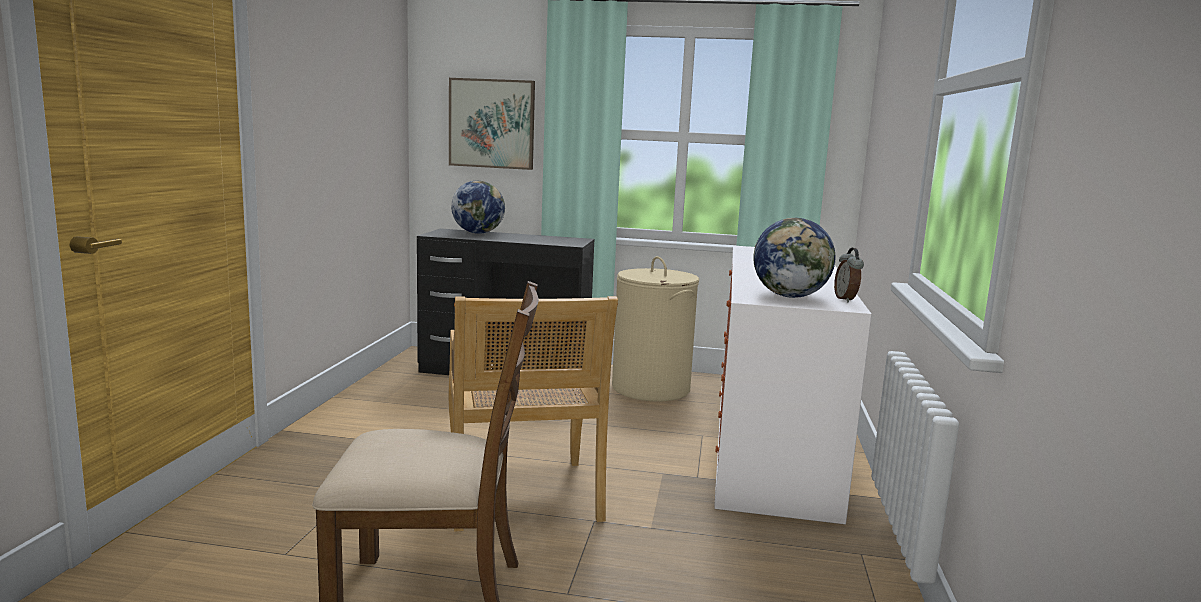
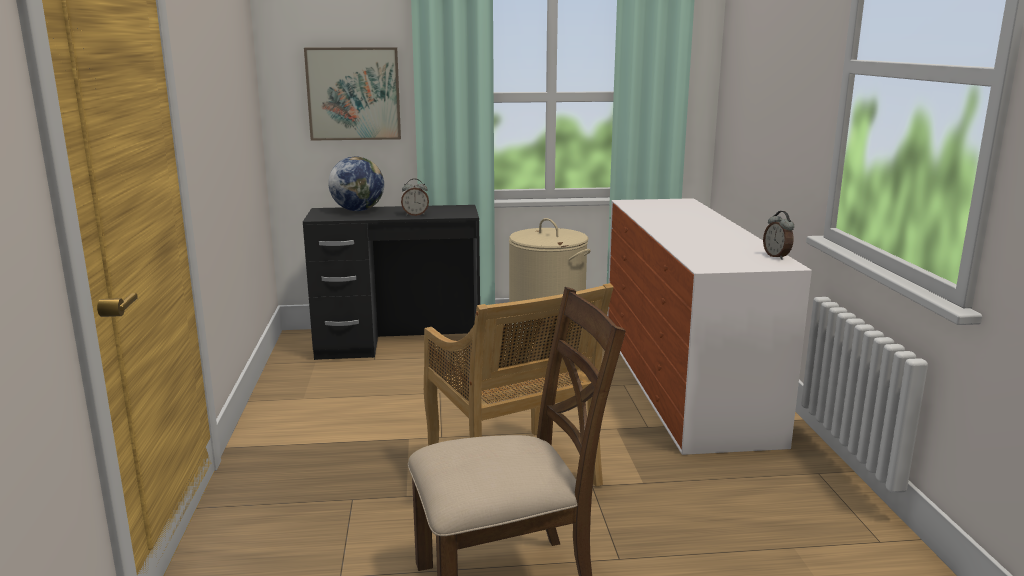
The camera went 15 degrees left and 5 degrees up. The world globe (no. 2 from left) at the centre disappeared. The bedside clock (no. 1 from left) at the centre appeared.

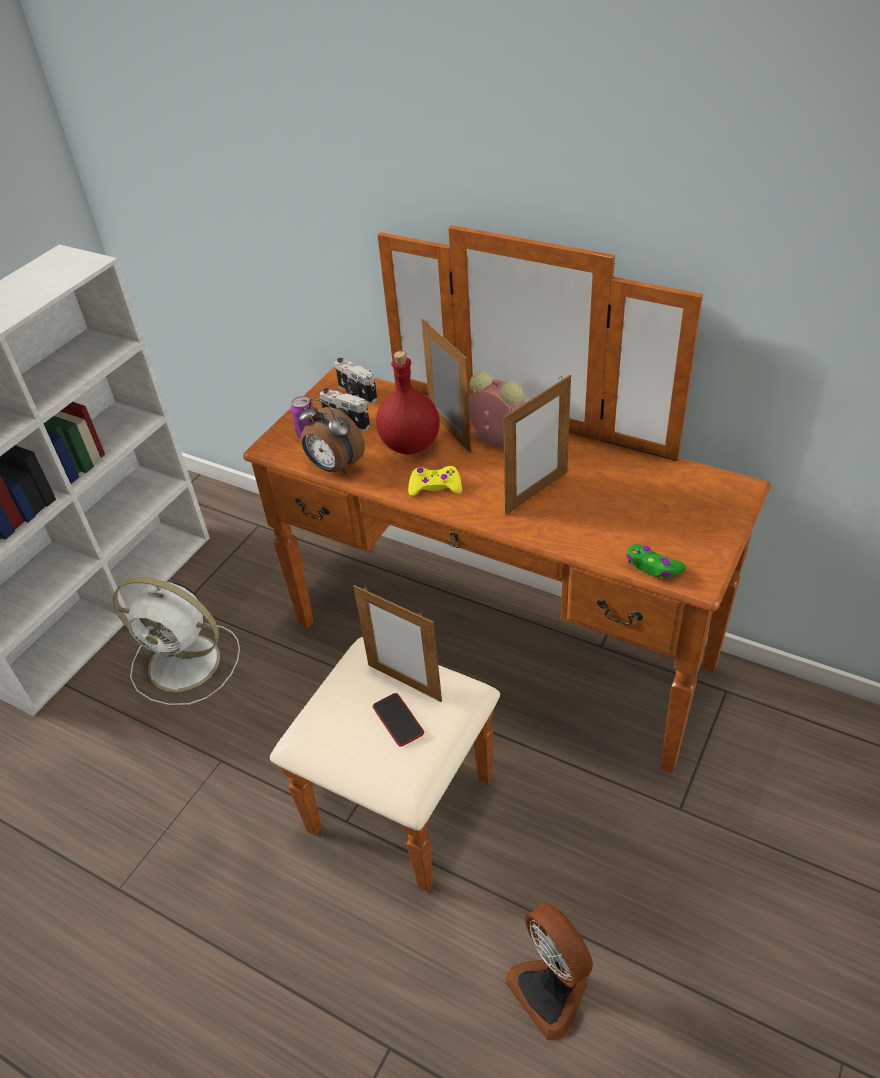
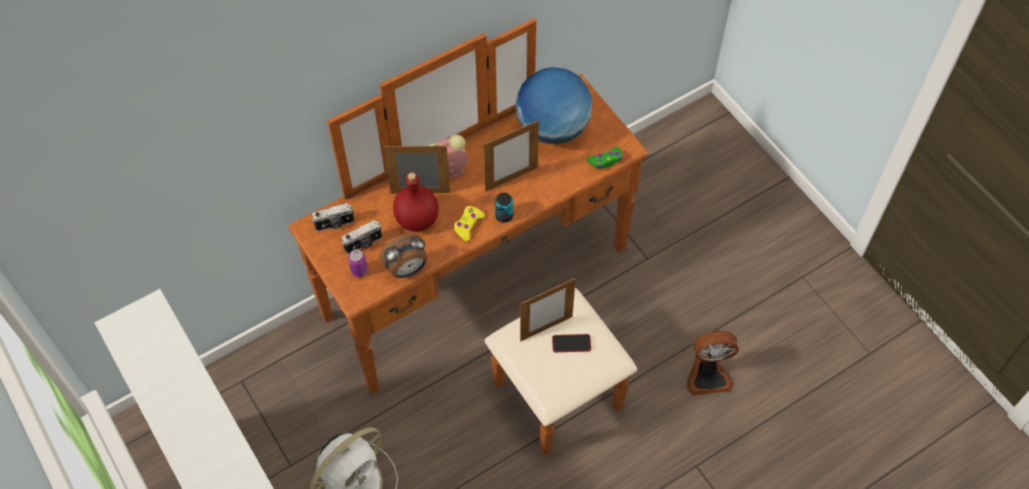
The camera went 65 degrees left and 15 degrees up. The can (no. 2 from left) at the centre appeared. The world globe at the top centre appeared. The photo frame (no. 3 from left in the first image) at the centre turned 75 degrees clockwise.

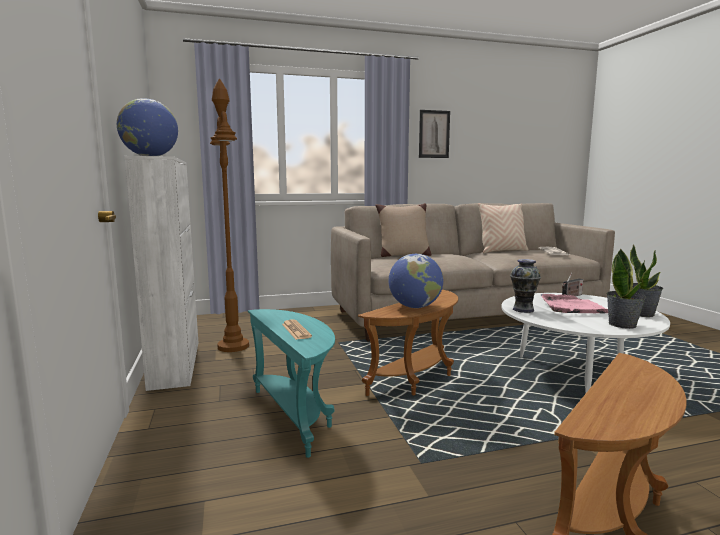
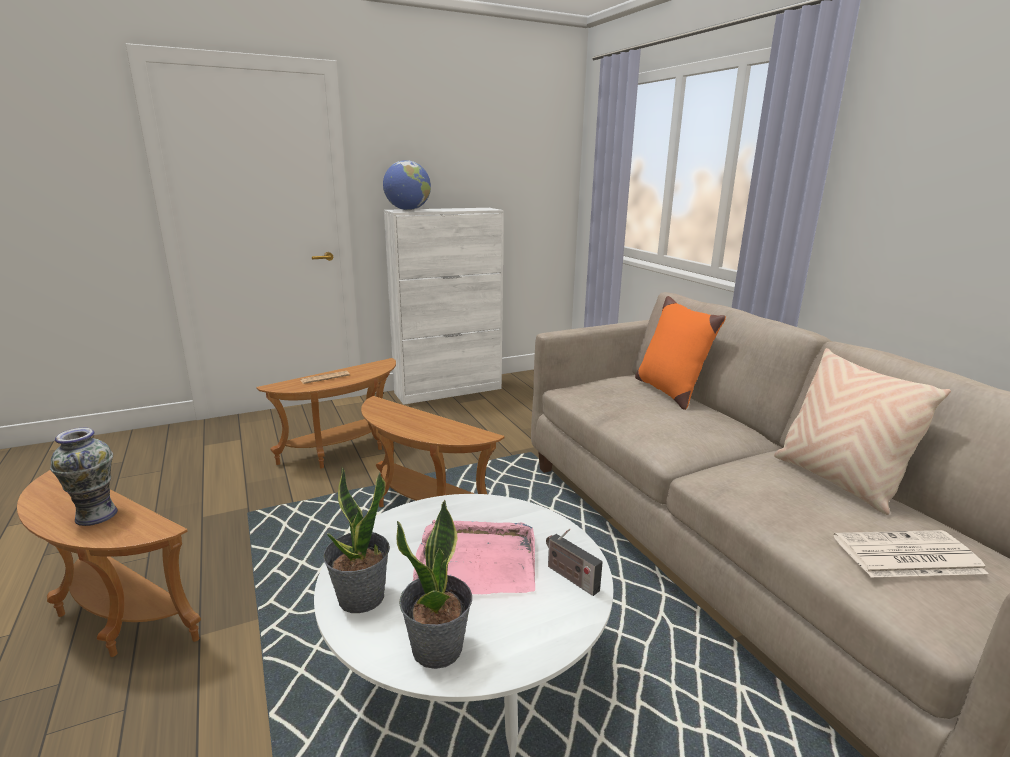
The camera went 80 degrees right and 10 degrees up. The brownish floor lamp at the middle left disappeared. The world globe (no. 2 from left) at the centre disappeared. The wall picture at the top centre disappeared. The vase moved from the middle right to the middle left. The turquoise-coloured side table at the bottom centre became the brownish side table (no. 2 from left) at the middle left. The beige cushion (no. 1 from left) at the centre became the orange-coloured cushion at the middle right.

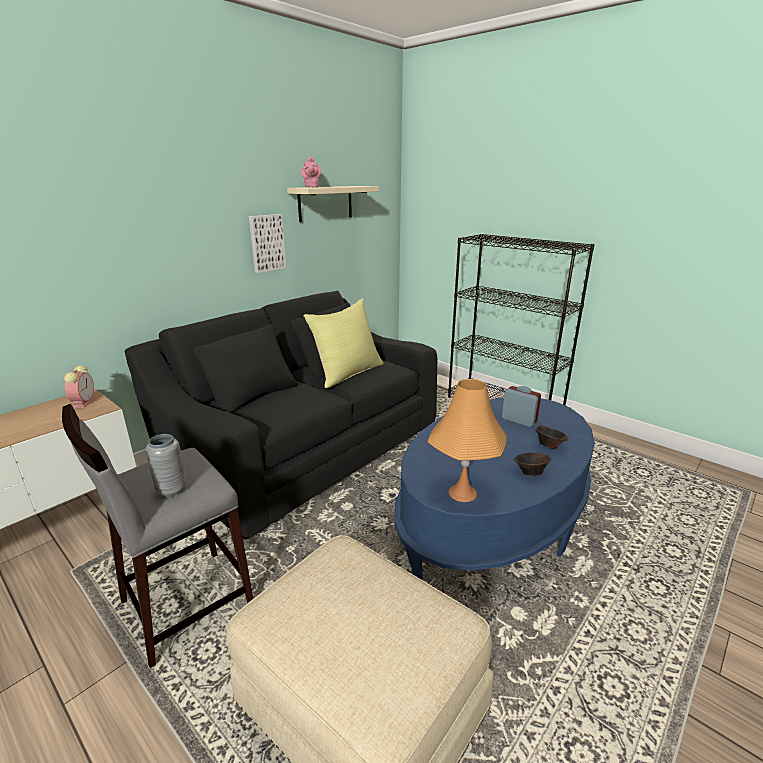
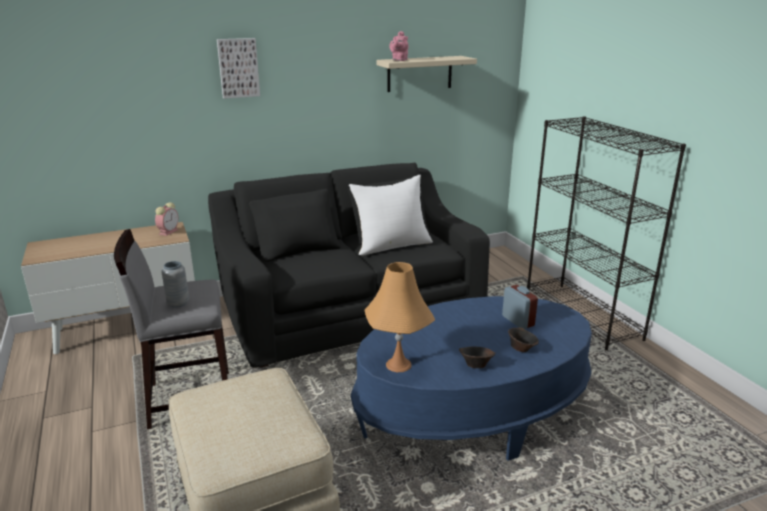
The camera went 25 degrees right and 0 degrees up. The wall picture moved from the top centre to the top left. The yellow-coloured cushion at the centre became the white cushion at the centre.

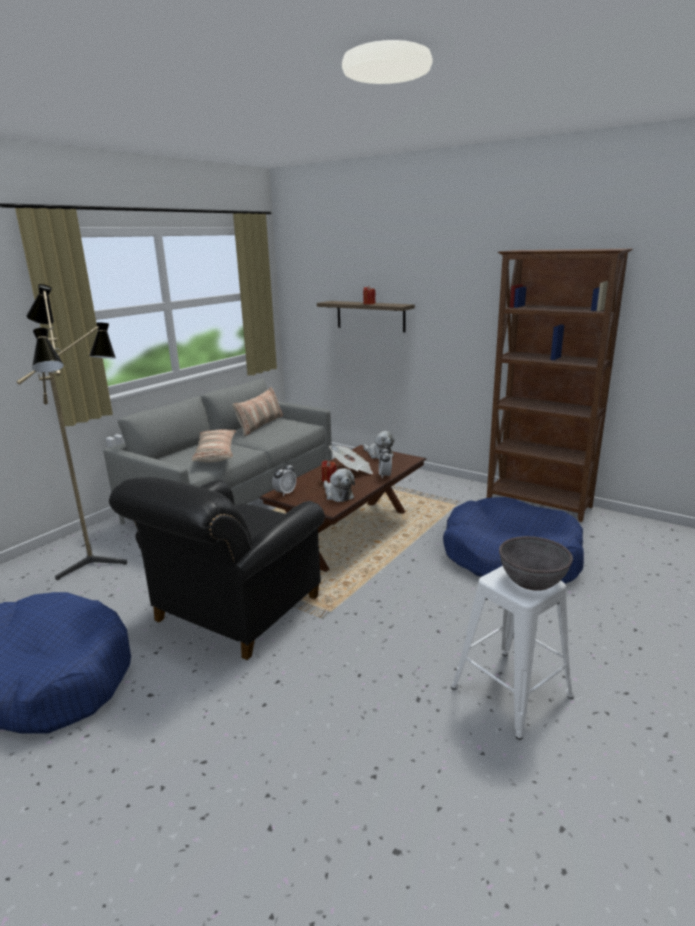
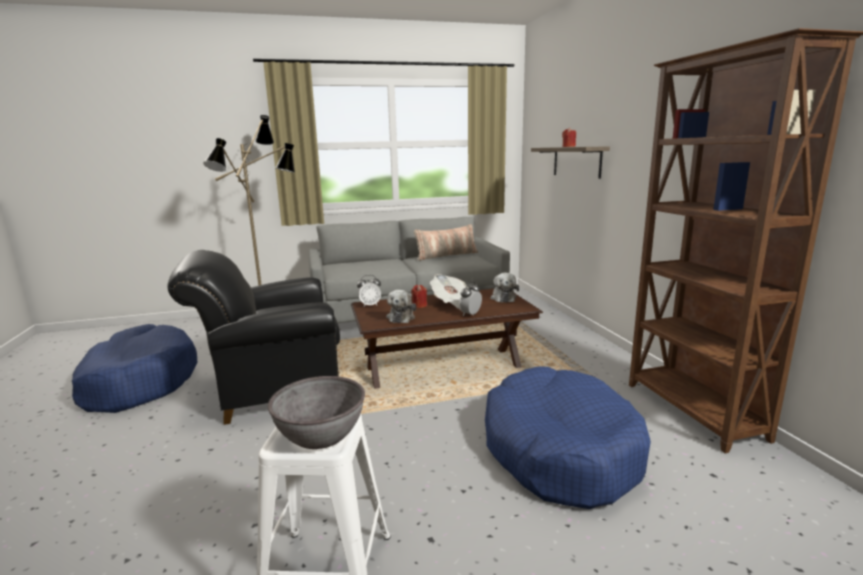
The camera went 40 degrees right and 5 degrees down. The cushion (no. 1 from left) at the middle left disappeared.

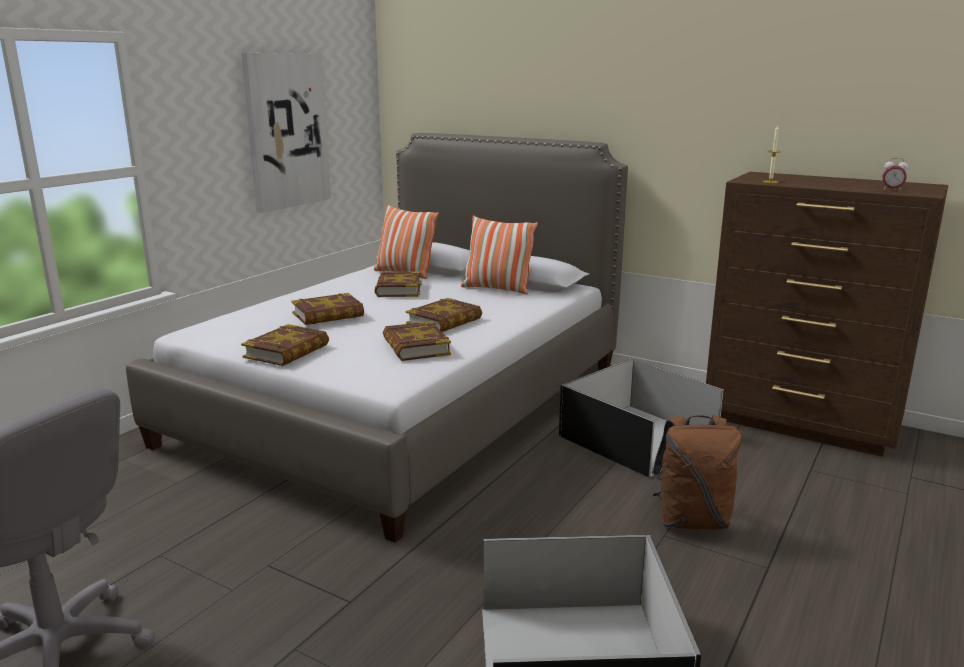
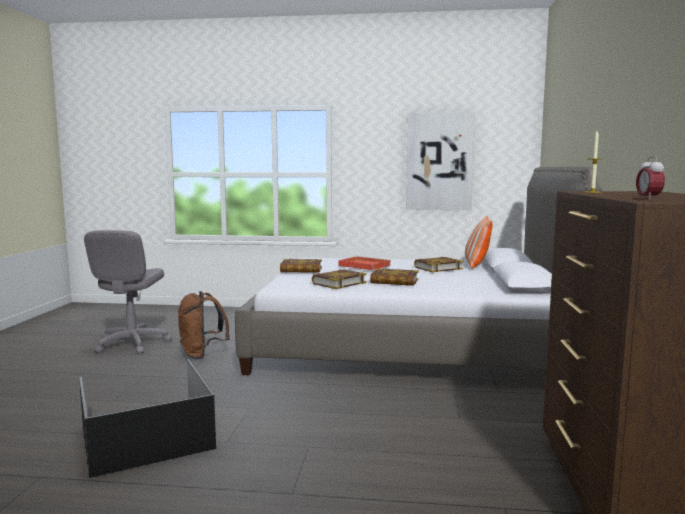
The camera went 65 degrees right and 10 degrees down. The cushion (no. 2 from left) at the centre disappeared. The blackish storage box (no. 2 from left) at the centre disappeared. The brownish knapsack moved from the bottom right to the middle left. The bound book (no. 2 from left) at the centre was replaced by the reddish tray at the centre.

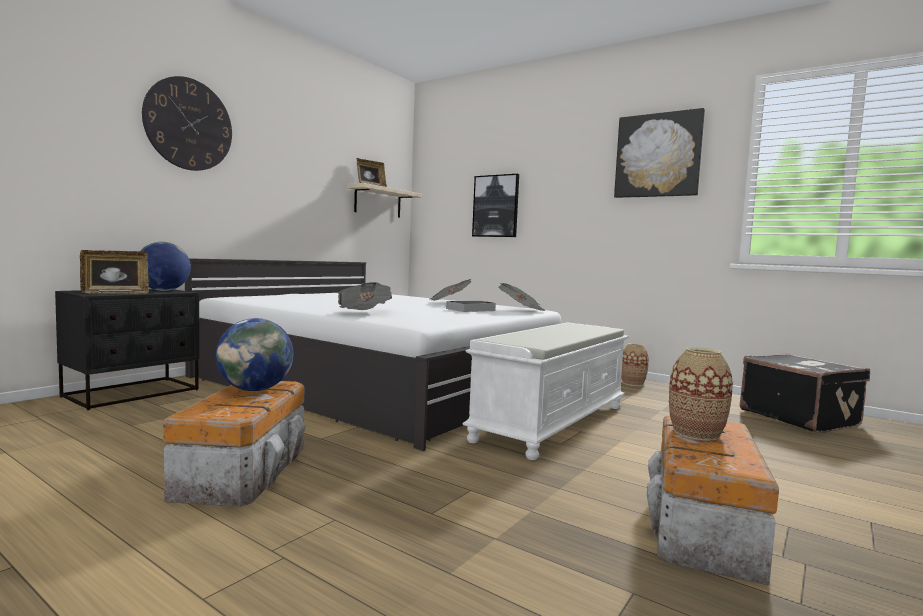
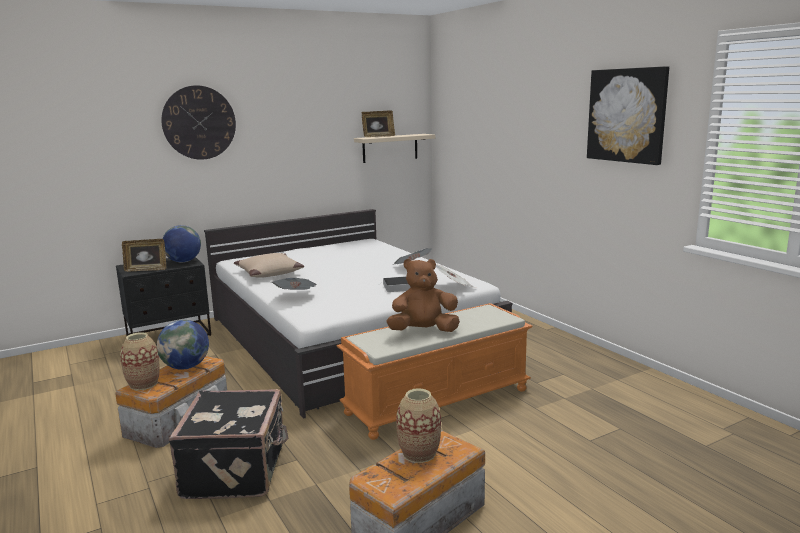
The camera went 25 degrees right and 10 degrees up. The wall picture (no. 1 from left) at the top centre disappeared. The beige cushion at the centre appeared. The brownish soft toy at the centre appeared. The vase (no. 1 from left) moved from the middle right to the bottom left. The blackish travel case moved from the middle right to the bottom left. The white long seat at the centre became the orange-coloured long seat at the bottom centre.

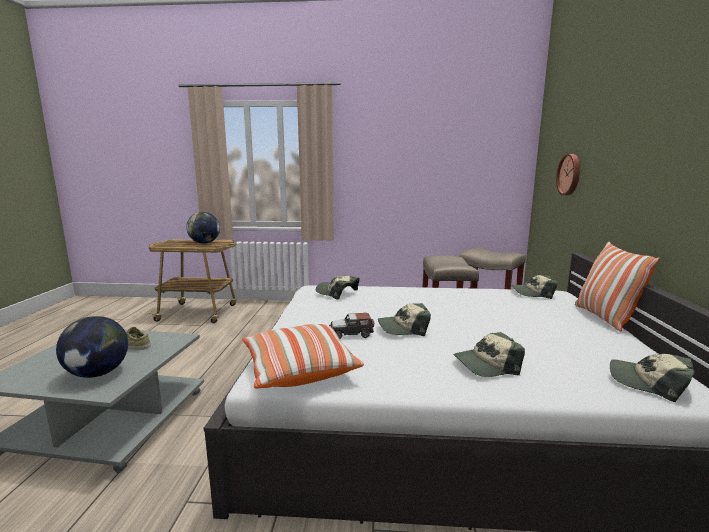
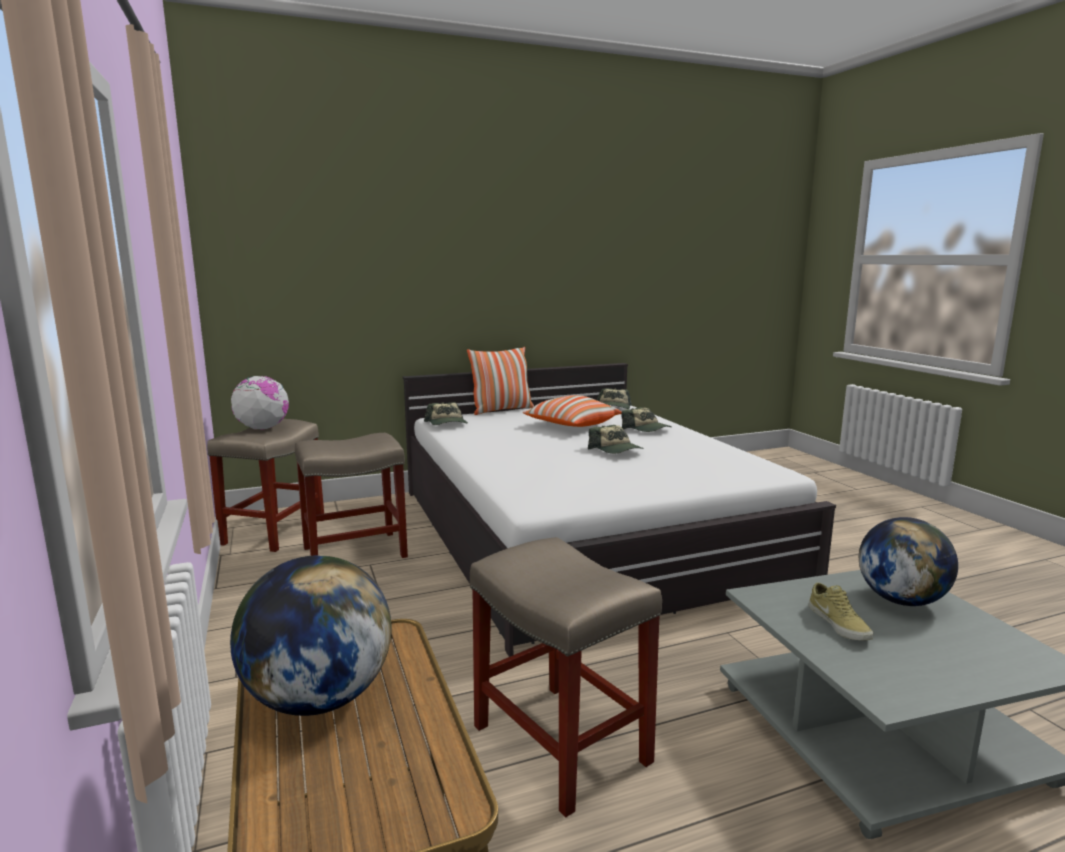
The camera went 115 degrees left and 0 degrees up. The peaked cap (no. 1 from left) at the centre disappeared. The model car at the centre disappeared. The clock on the wall at the top right disappeared. The world globe (no. 1 from left) at the middle left appeared. The beige sitting stool (no. 3 from left) at the bottom centre appeared. The cushion (no. 1 from left in the first image) moved from the bottom centre to the centre.

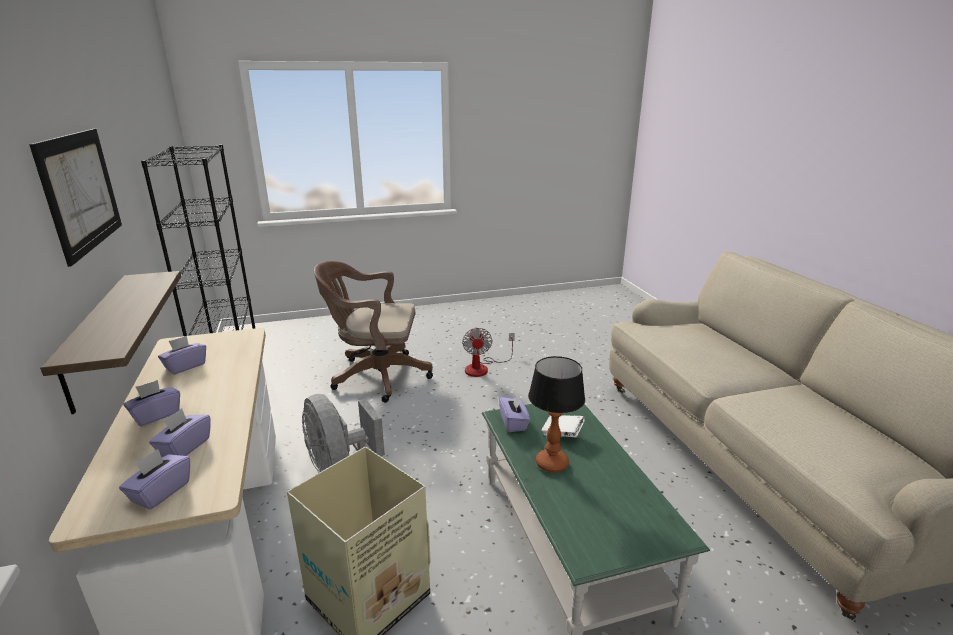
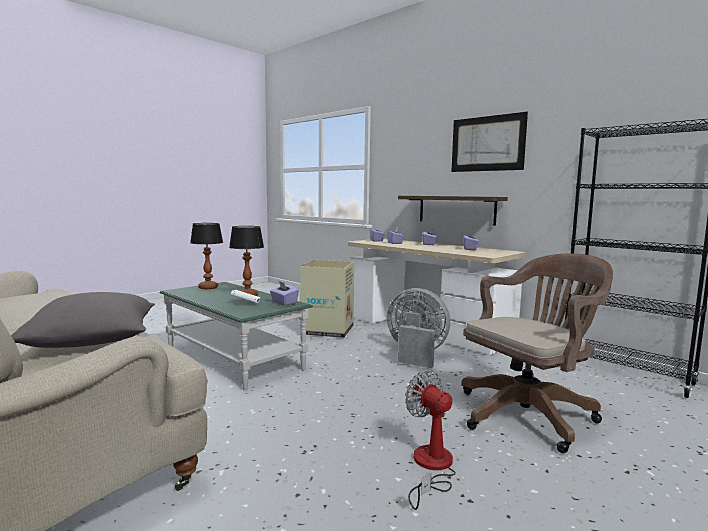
The camera went 150 degrees right and 15 degrees down. The gray cushion at the middle left appeared. The lamp for a table (no. 1 from left) at the middle left appeared.

